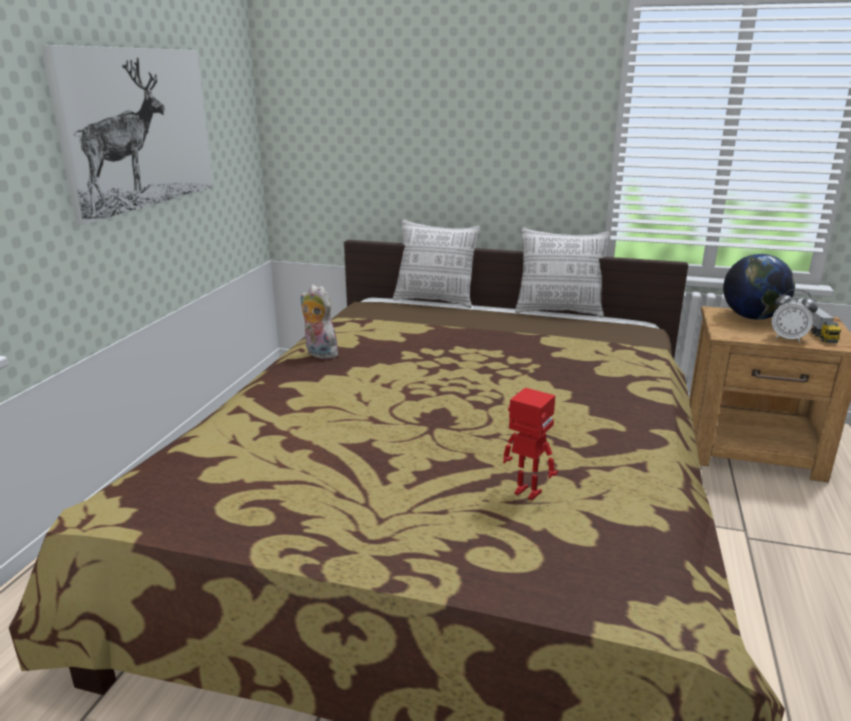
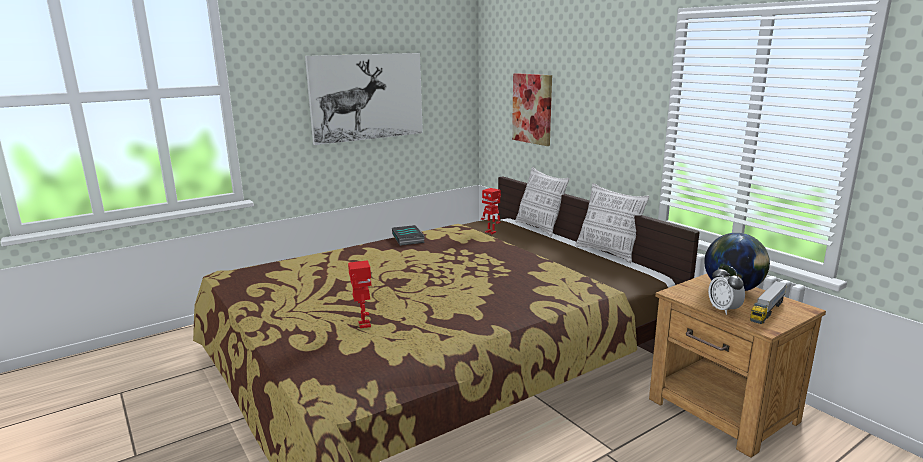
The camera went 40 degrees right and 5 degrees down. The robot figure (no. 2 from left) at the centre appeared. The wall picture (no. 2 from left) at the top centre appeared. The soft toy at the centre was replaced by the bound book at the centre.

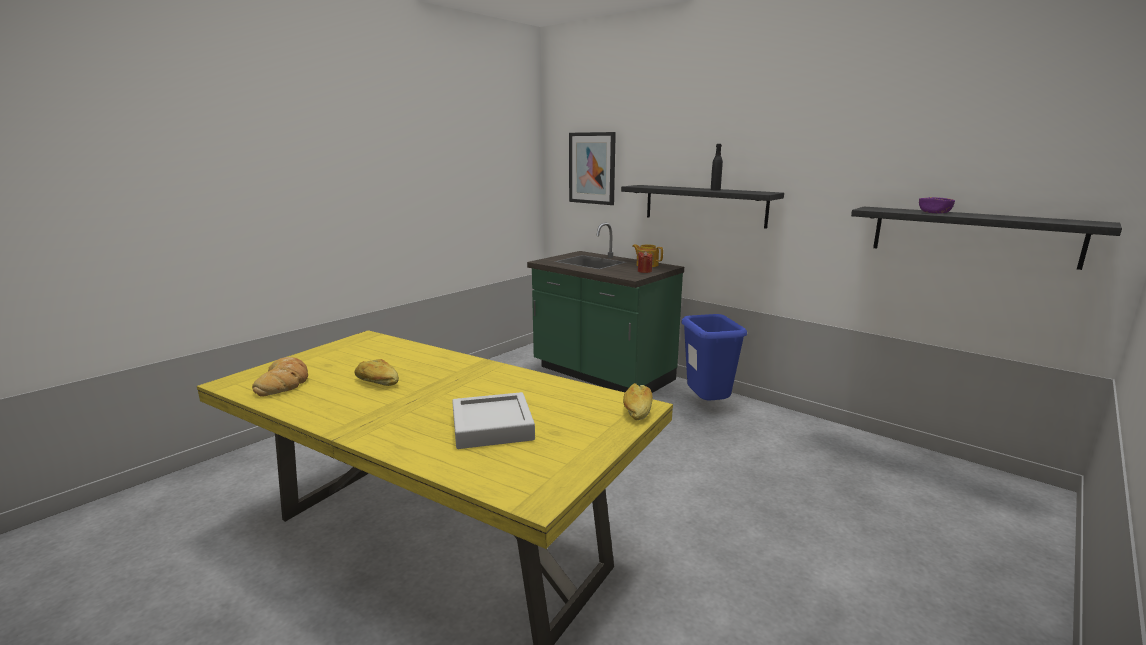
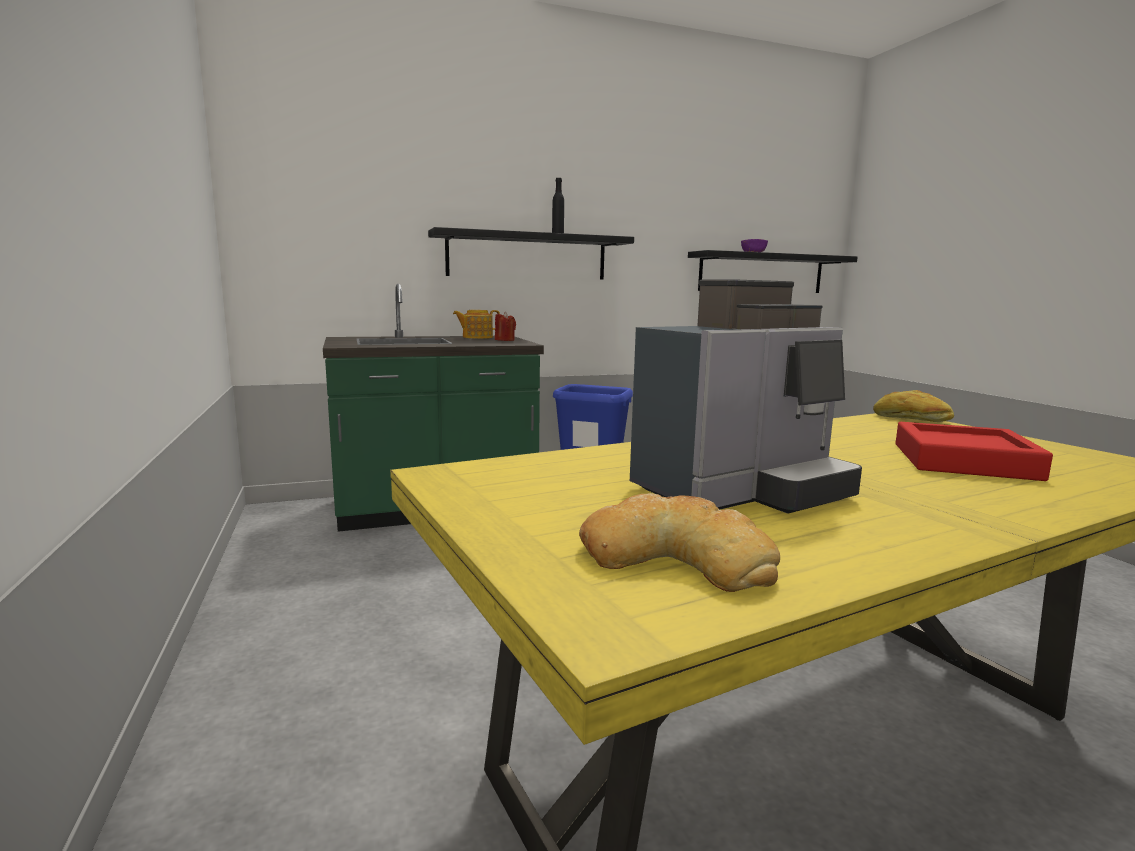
The camera went 60 degrees left and 5 degrees down. The wall picture at the top centre disappeared. The baked bread (no. 2 from left) at the middle left was replaced by the coffee machine at the centre. The gray tray at the centre became the reddish tray at the middle right.

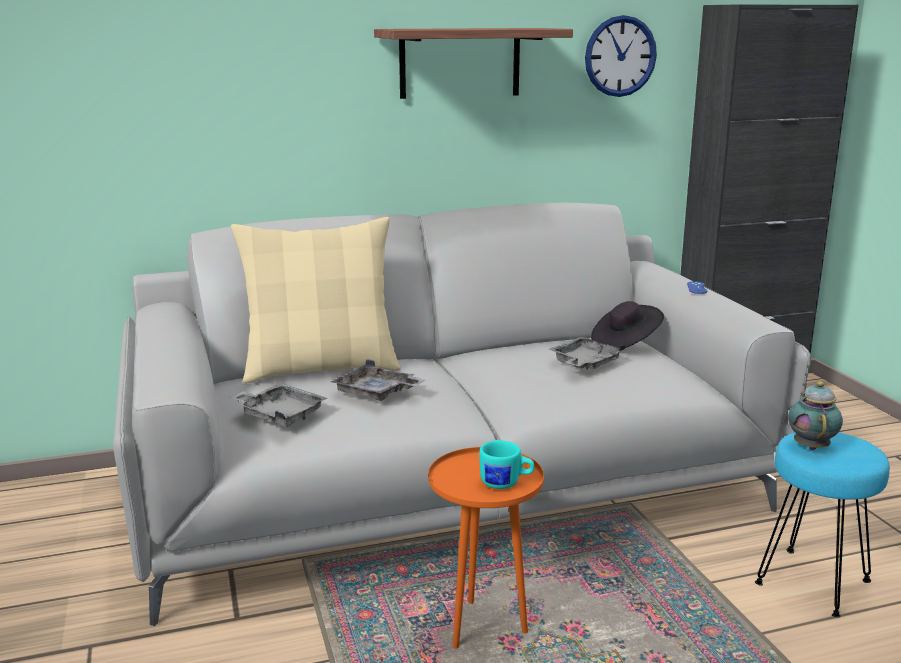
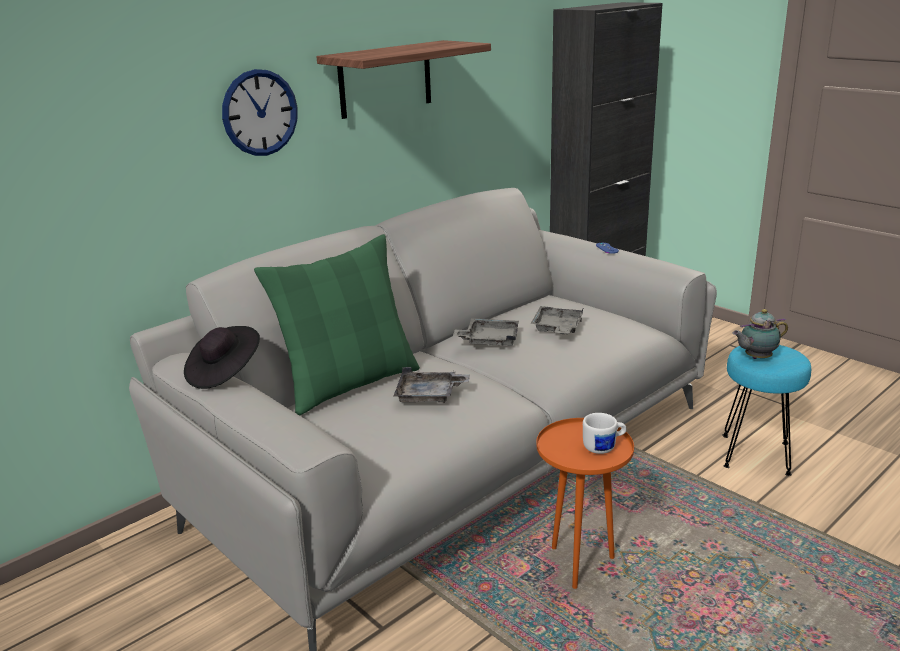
The camera went 25 degrees left and 5 degrees up. The gray tray (no. 1 from left in the first image) moved from the middle left to the centre. The clock on the wall moved from the top right to the top left. The blackish clothing hat moved from the middle right to the middle left. The beige cushion at the centre became the green cushion at the centre. The turquoise-coloured tea mug at the bottom centre became the white tea mug at the middle right. The pot for tea at the middle right turned 90 degrees counterclockwise.

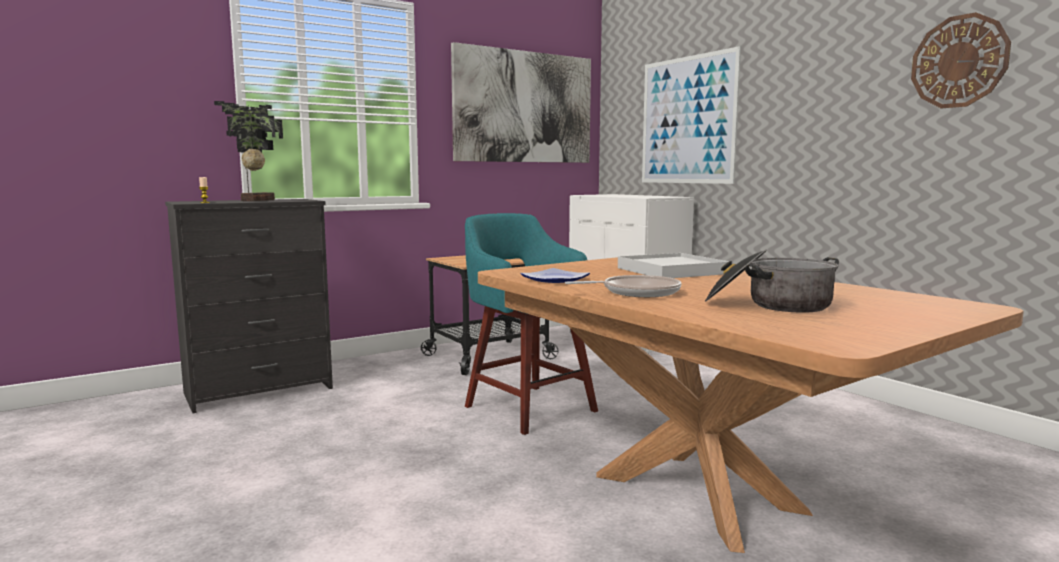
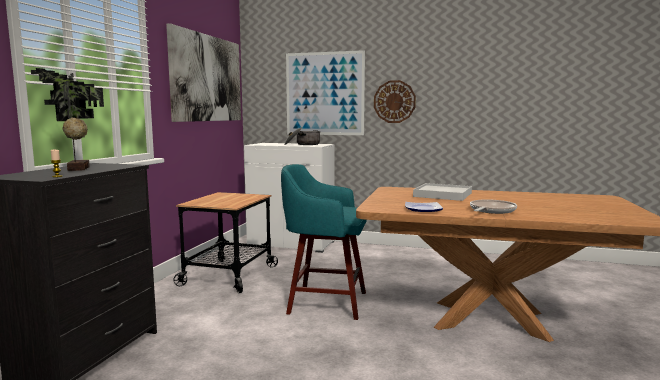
The camera went 40 degrees left and 0 degrees up. The saucepot moved from the middle right to the centre. The clock on the wall moved from the top right to the top centre.

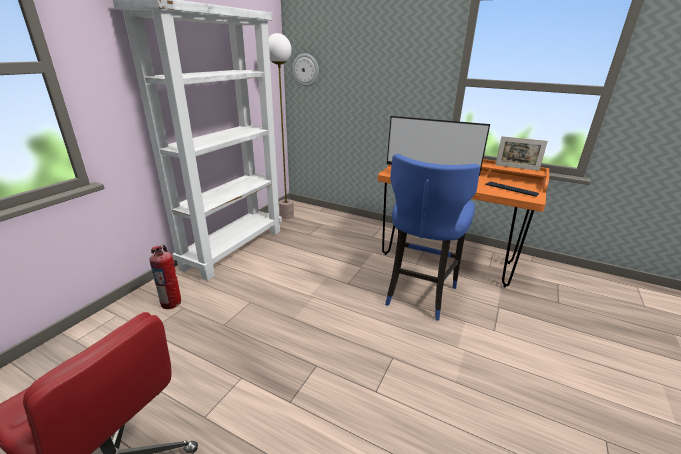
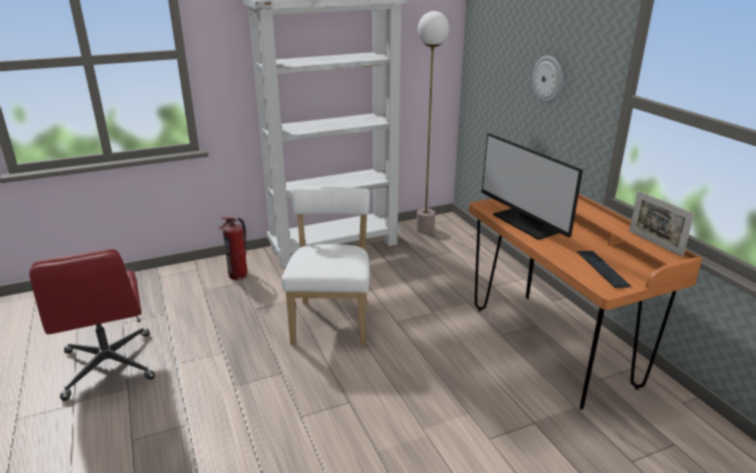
The camera went 40 degrees right and 0 degrees up. The bluish sitting stool at the centre disappeared. The white upright chair at the centre appeared. The clock on the wall moved from the top centre to the top right.

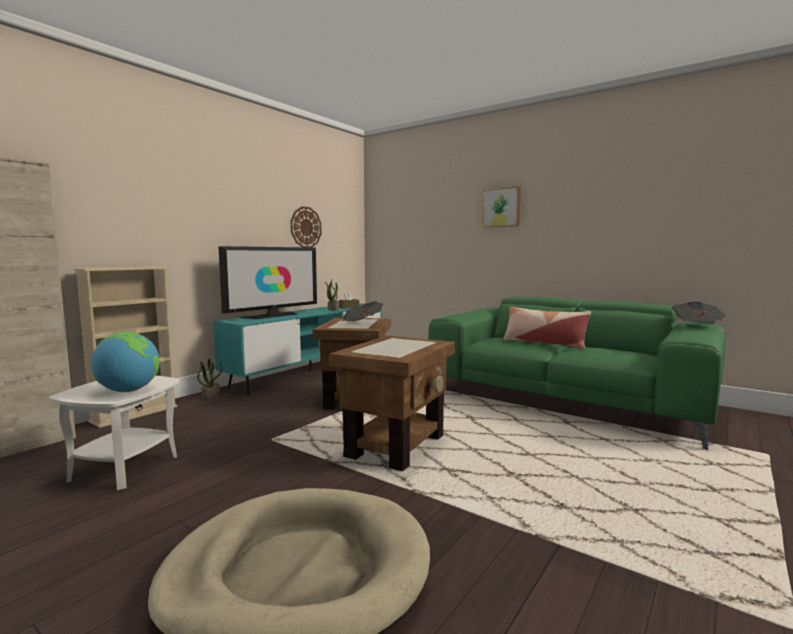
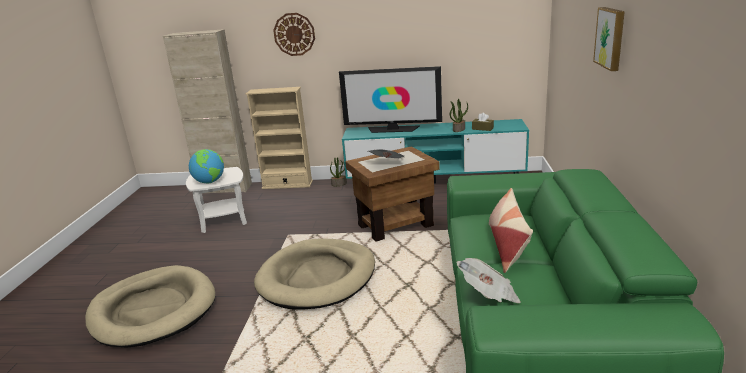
The camera went 60 degrees right and 15 degrees up. The clock on the wall moved from the centre to the top centre. The printed paper (no. 2 from left) moved from the middle right to the bottom centre. The brownish side table (no. 2 from left) at the centre was replaced by the beige pet bed (no. 2 from left) at the bottom centre.

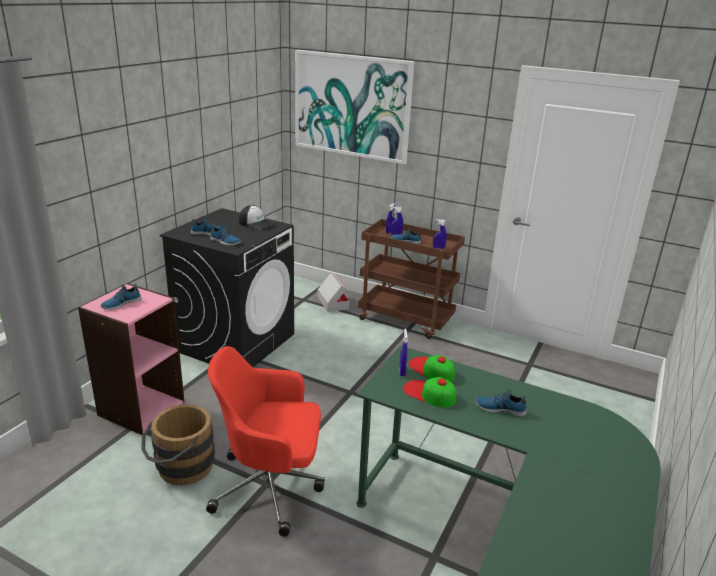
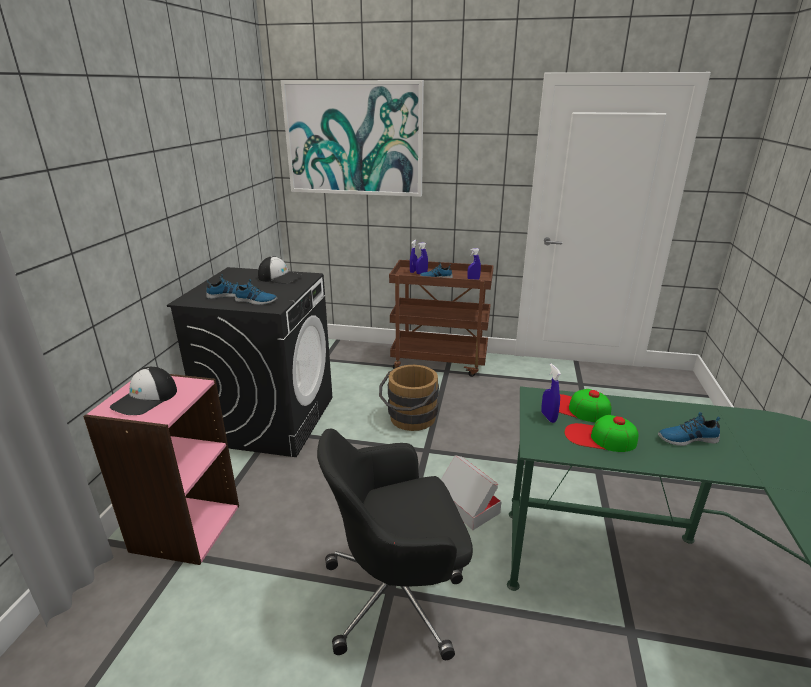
The camera went 15 degrees left and 0 degrees up. The brownish bucket moved from the bottom left to the centre. The packing box moved from the centre to the bottom centre. The shoe (no. 1 from left) at the middle left was replaced by the peaked cap (no. 1 from left) at the middle left. The reddish office chair at the bottom centre became the blackish office chair at the bottom centre.

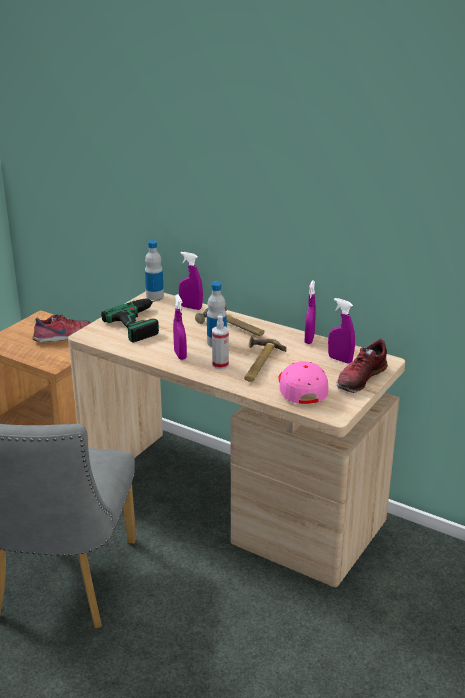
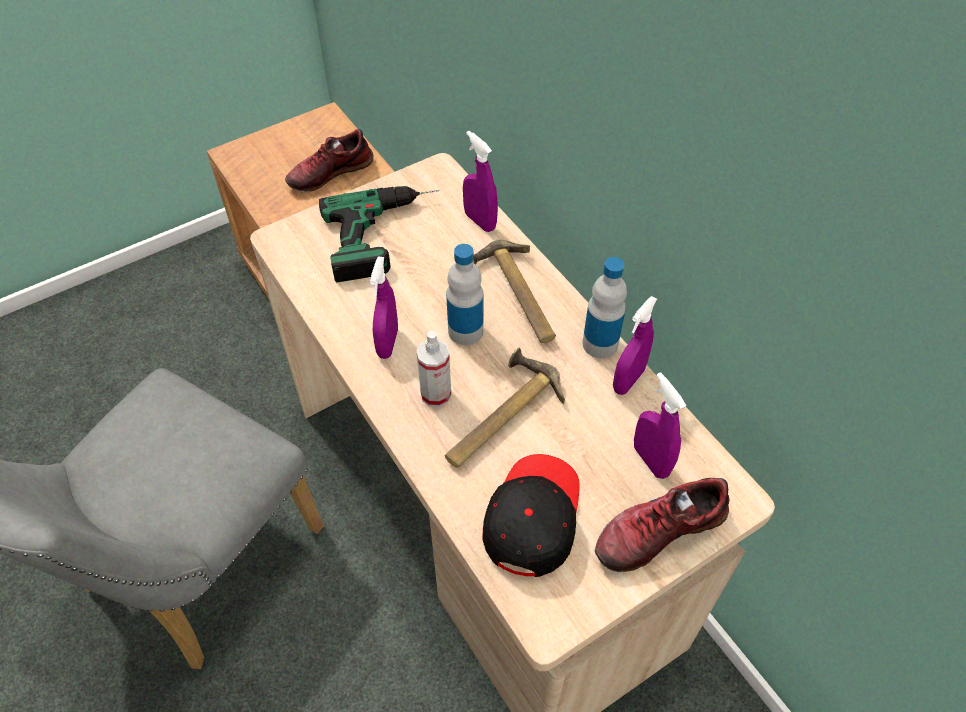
The camera went 25 degrees right and 25 degrees up. The drink bottle (no. 1 from left in the first image) moved from the middle left to the centre. The pinkish peaked cap at the centre became the blackish peaked cap at the bottom centre. The shoe (no. 1 from left) at the middle left turned 150 degrees clockwise.

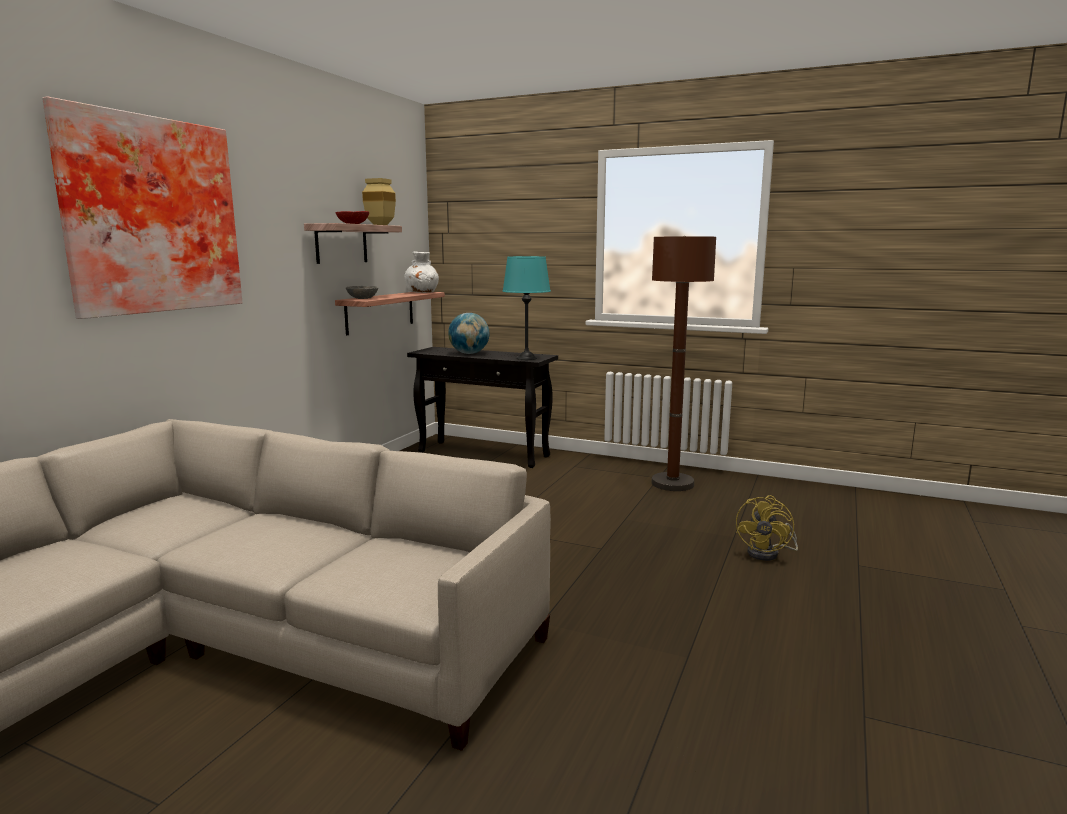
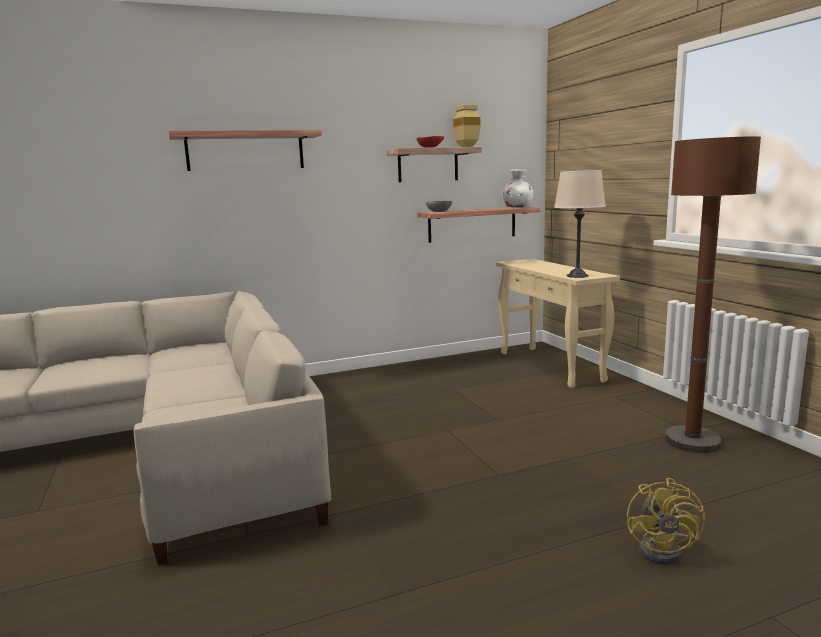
The camera went 45 degrees right and 0 degrees up. The world globe at the centre disappeared. The wall picture at the top left was replaced by the bracket shelf (no. 1 from left) at the top left. The blackish narrow table at the centre became the beige narrow table at the middle right. The turquoise-coloured lamp for a table at the centre became the beige lamp for a table at the middle right. The yellow-coloured cooling fan at the middle right turned 60 degrees counterclockwise.

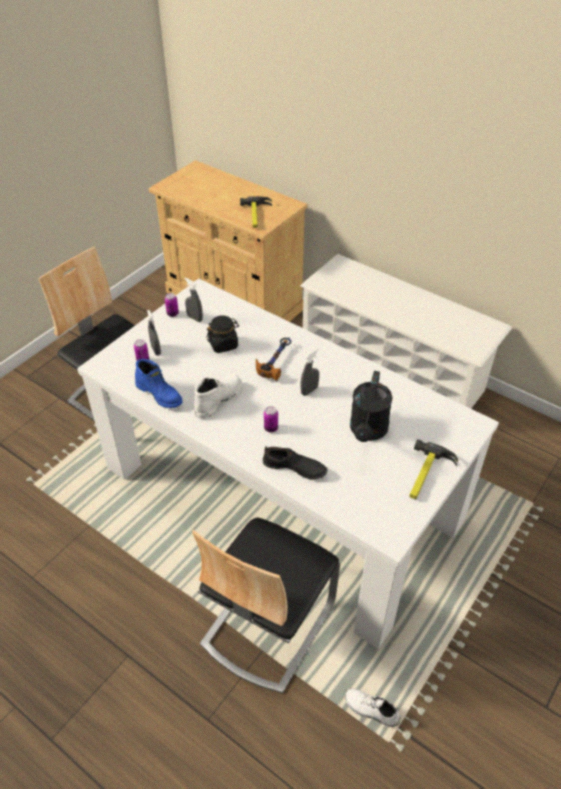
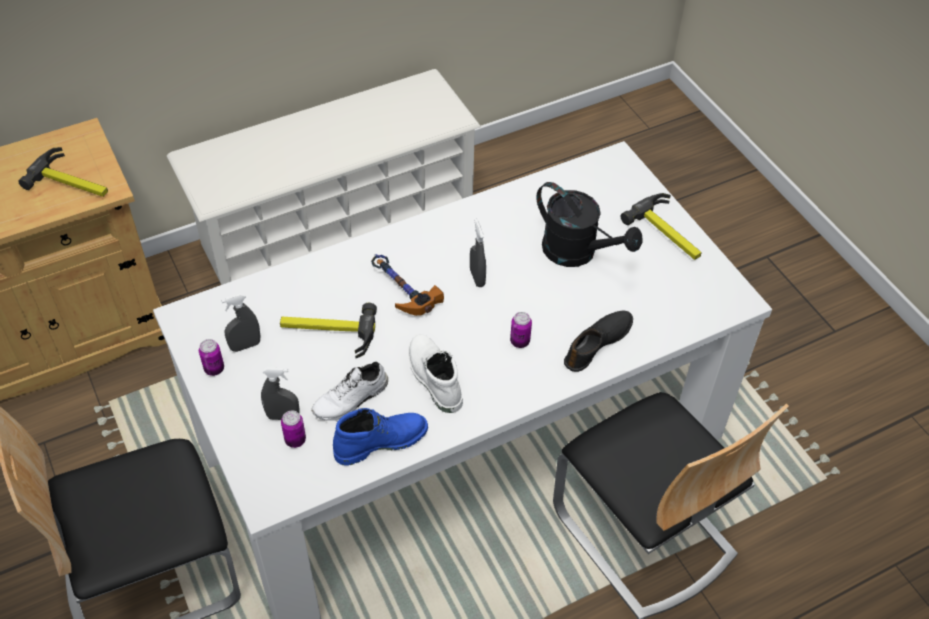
The camera went 65 degrees left and 5 degrees up. The white shoe moved from the bottom centre to the centre. The blackish preserve jar at the centre was replaced by the tool hammer (no. 2 from left) at the centre.

